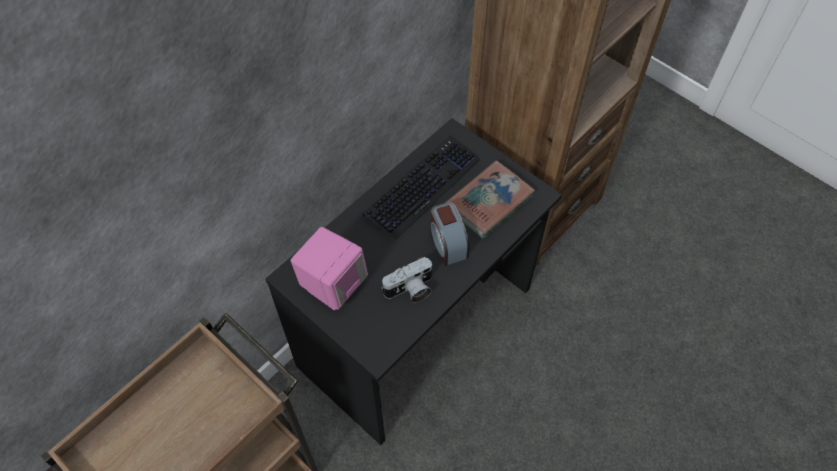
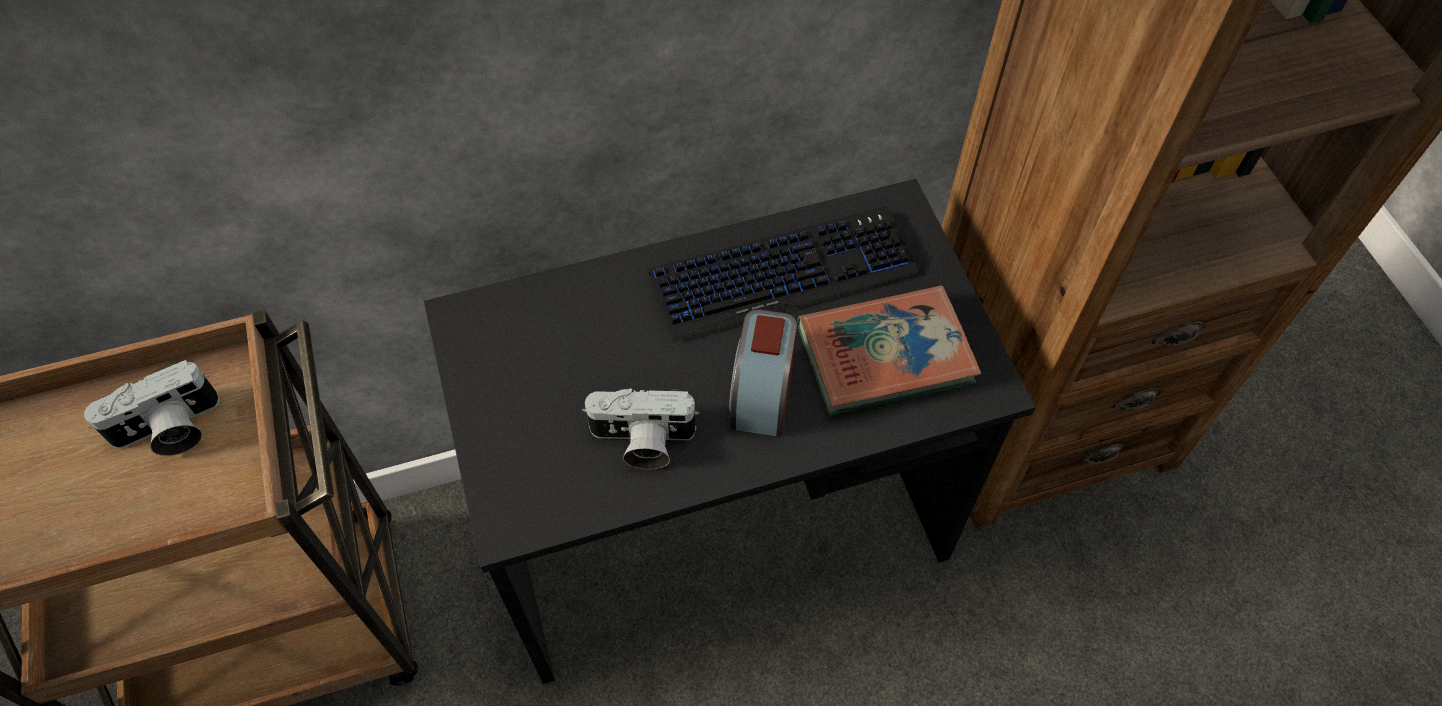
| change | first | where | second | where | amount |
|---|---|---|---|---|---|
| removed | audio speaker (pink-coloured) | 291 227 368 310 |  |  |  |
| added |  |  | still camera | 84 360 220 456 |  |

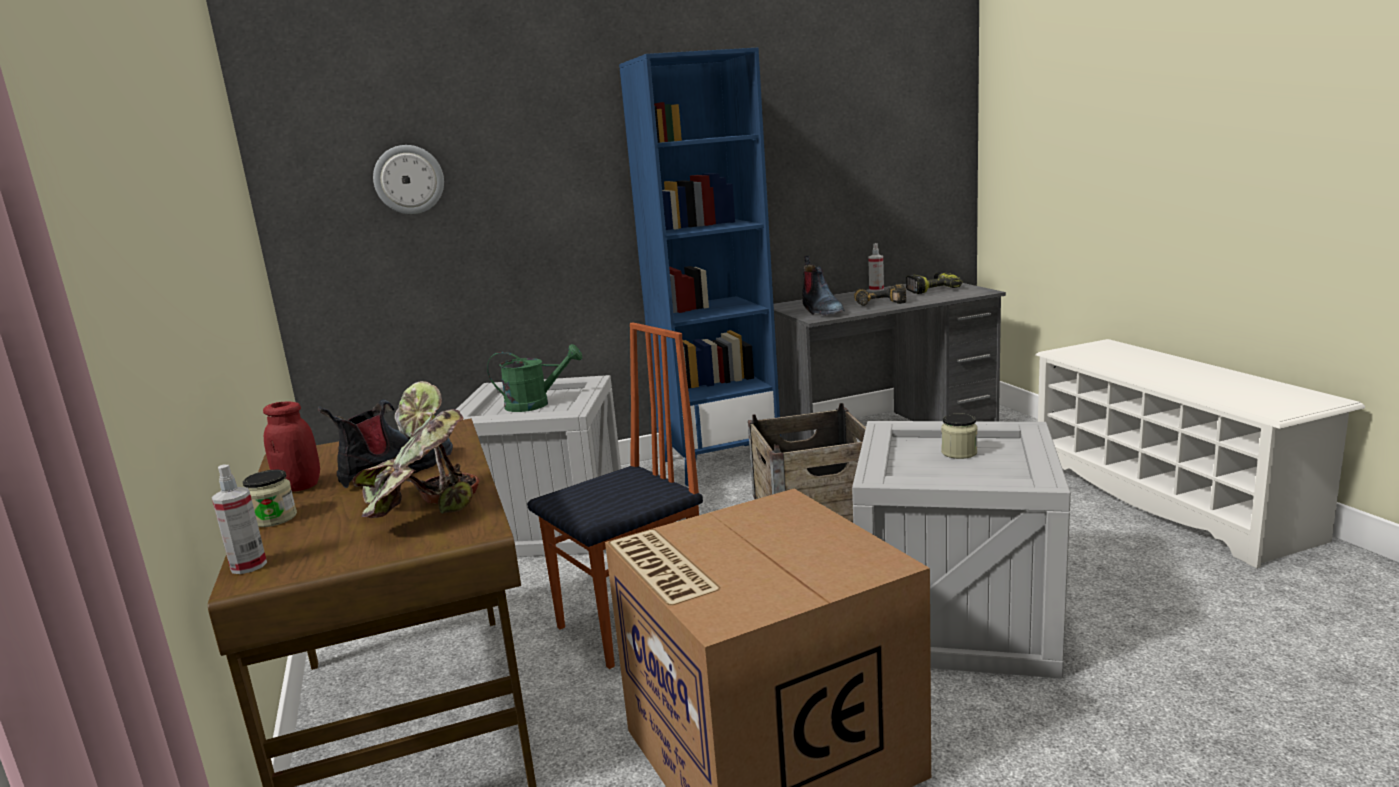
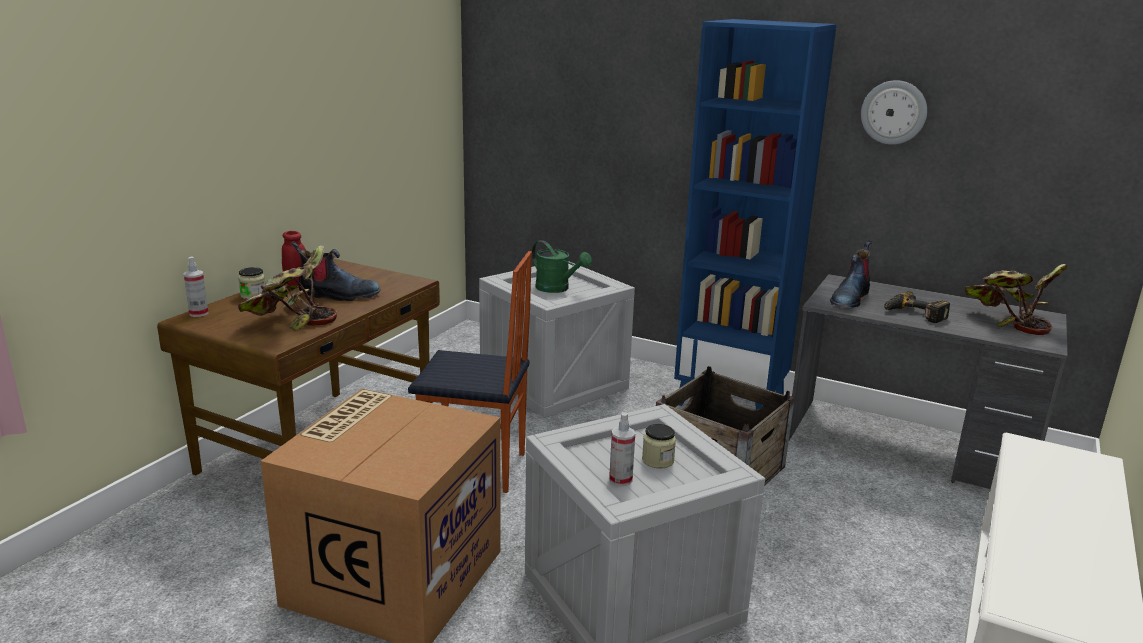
| change | first | where | second | where | amount |
|---|---|---|---|---|---|
| moved | wall clock | 373 145 444 214 |  | 861 80 927 145 |  |
| moved | hand sprayer | 868 243 884 292 |  | 609 412 635 486 |  |
| replaced | drill | 906 273 962 294 | houseplant | 965 264 1068 335 |  |

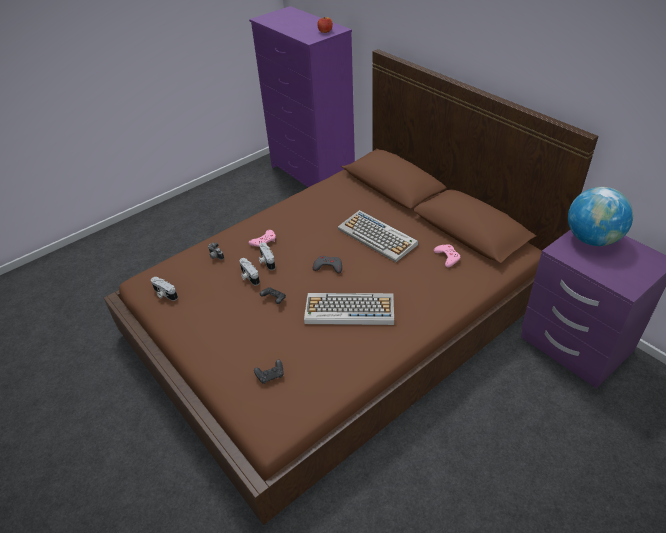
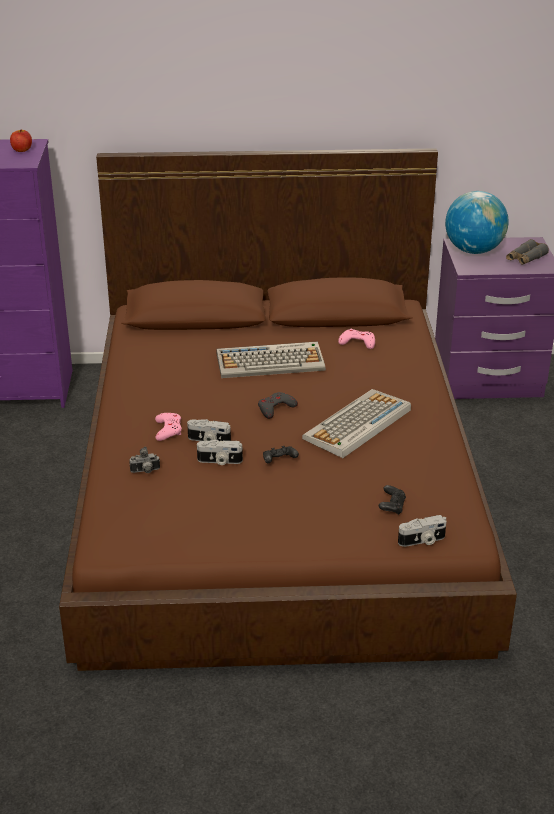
| change | first | where | second | where | amount |
|---|---|---|---|---|---|
| moved | still camera | 151 277 178 301 |  | 398 515 446 547 |  |
| added |  |  | pair of binoculars (grey) | 506 239 549 265 |  |

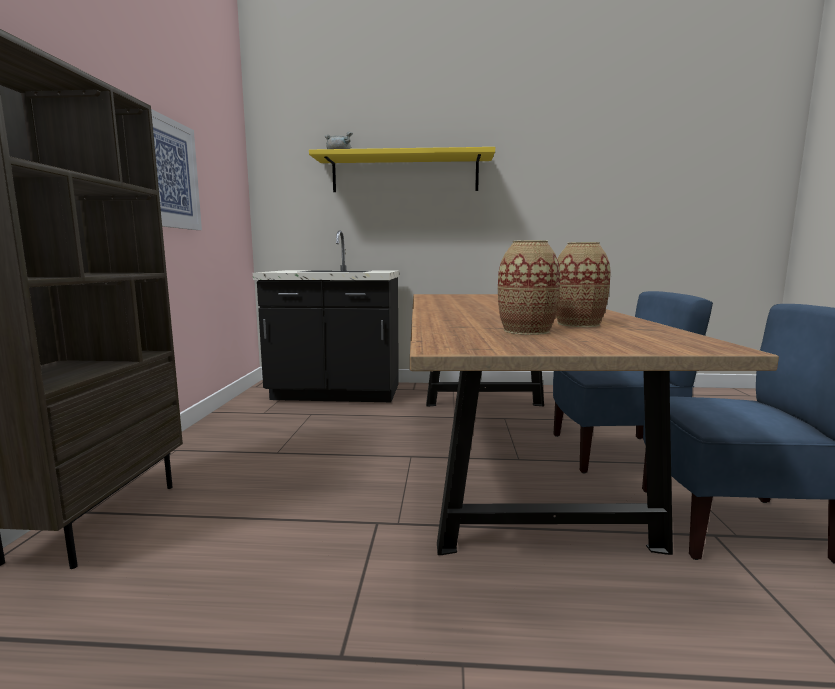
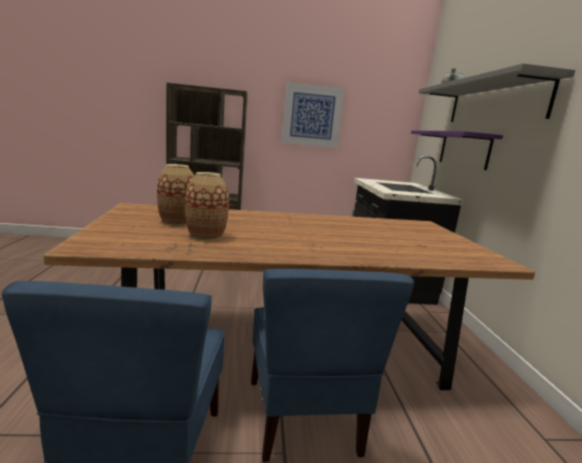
| change | first | where | second | where | amount |
|---|---|---|---|---|---|
| recoloured | bracket shelf (yellow) | 309 147 495 192 | bracket shelf (grey) | 419 63 576 122 |  |
| added |  |  | bracket shelf (purple) | 411 130 503 170 |  |

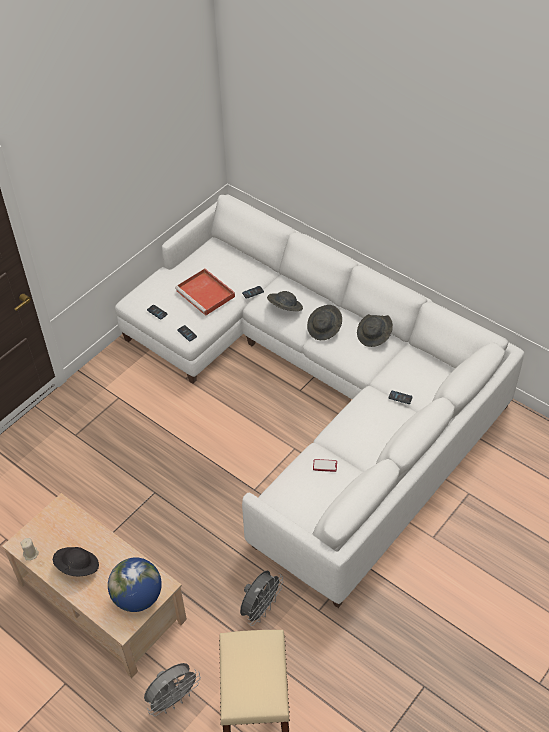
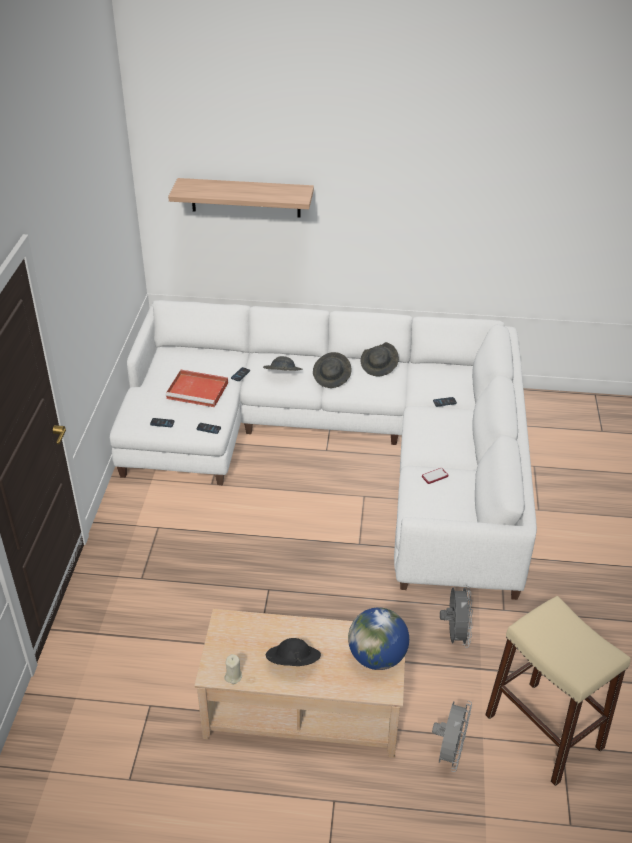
| change | first | where | second | where | amount |
|---|---|---|---|---|---|
| added |  |  | bracket shelf | 168 178 314 218 |  |

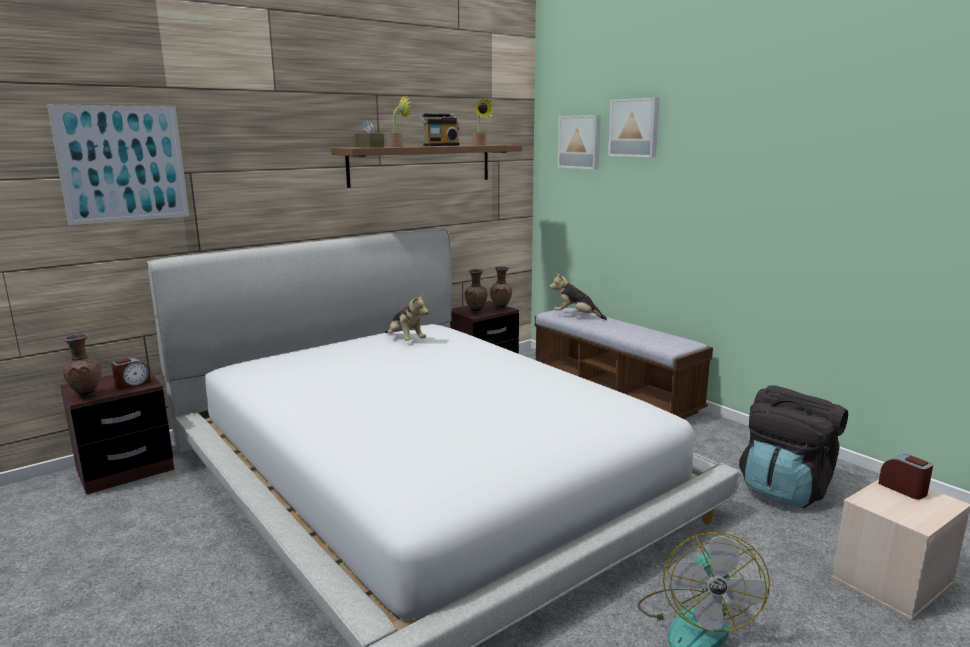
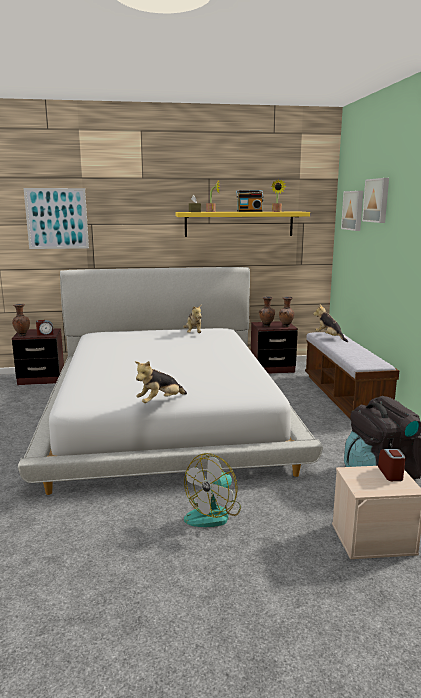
| change | first | where | second | where | amount |
|---|---|---|---|---|---|
| recoloured | bracket shelf (brown) | 331 145 522 188 | bracket shelf (yellow) | 175 212 310 237 |  |
| added |  |  | cuddly toy | 135 361 187 403 |  |

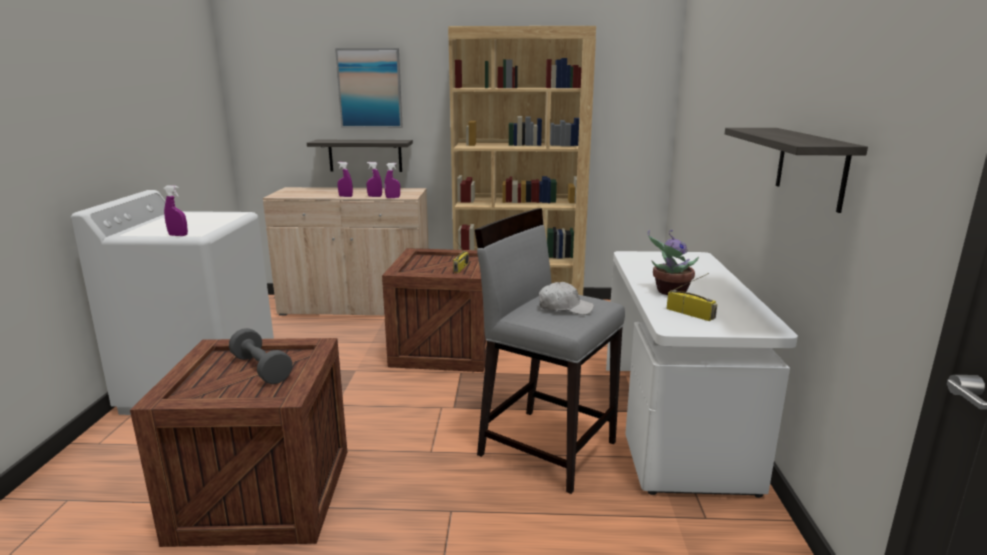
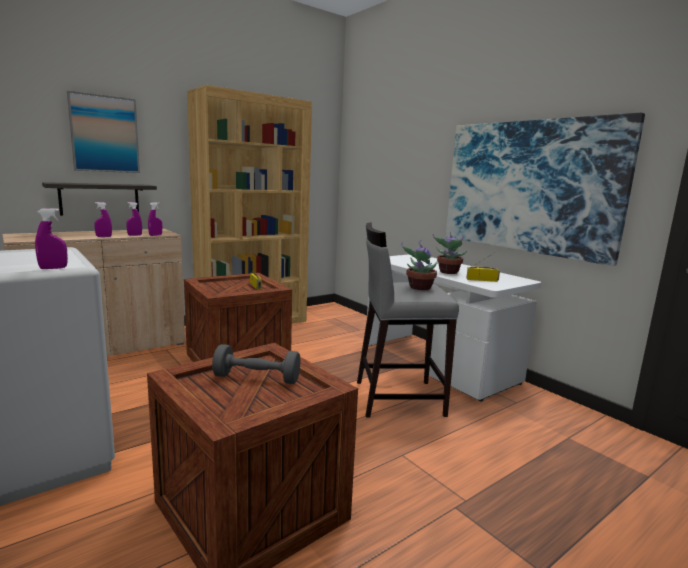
| change | first | where | second | where | amount |
|---|---|---|---|---|---|
| replaced | bracket shelf | 725 128 868 213 | picture | 446 112 645 266 |  |
| replaced | baseball cap (white-coloured) | 539 282 594 315 | houseplant | 401 240 438 290 |  |

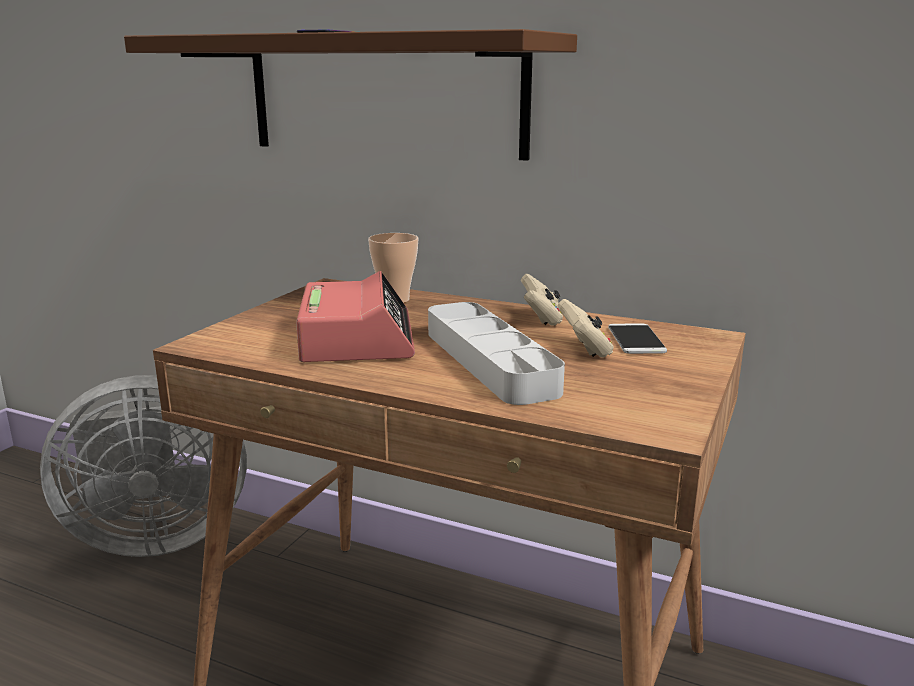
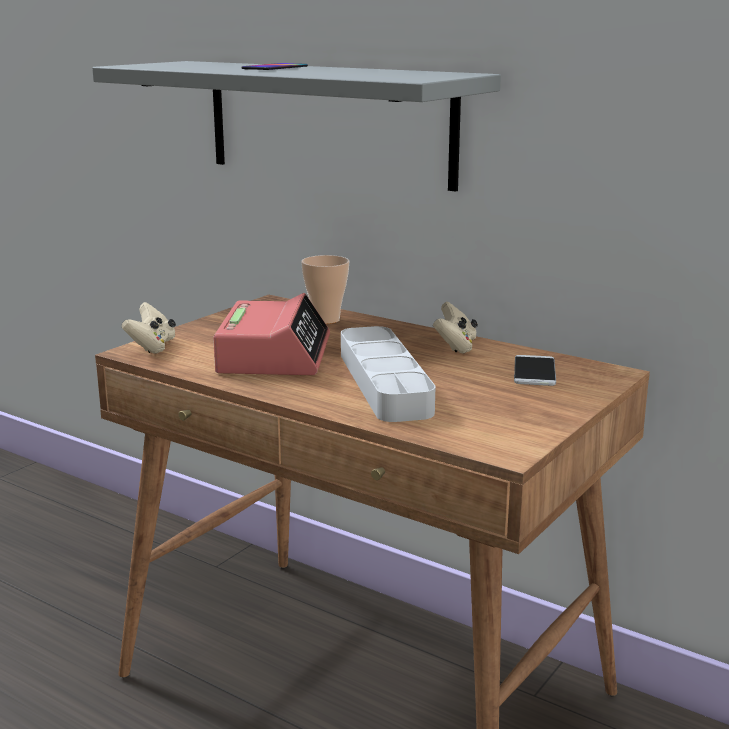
| change | first | where | second | where | amount |
|---|---|---|---|---|---|
| recoloured | bracket shelf (brown) | 124 29 577 161 | bracket shelf (grey) | 92 61 501 192 |  |
| moved | joypad (beige-coloured) | 557 299 614 357 |  | 121 302 176 354 |  |
| removed | fan (grey) | 40 375 247 557 |  |  |  |

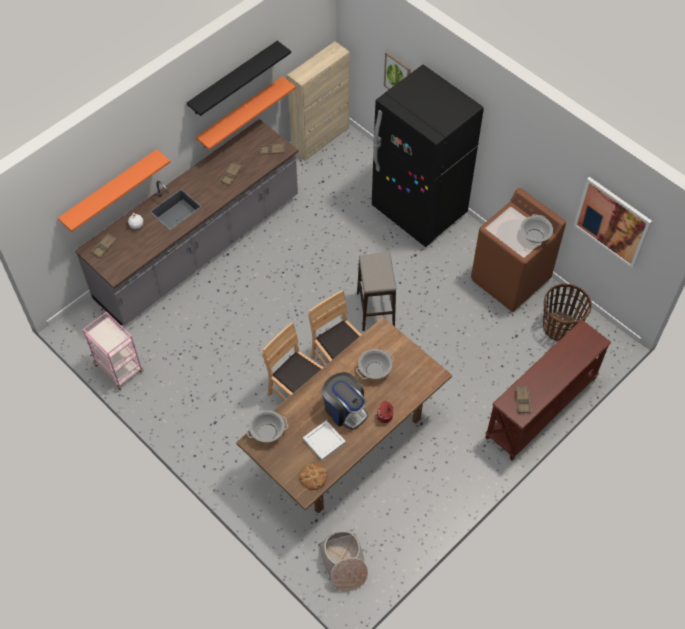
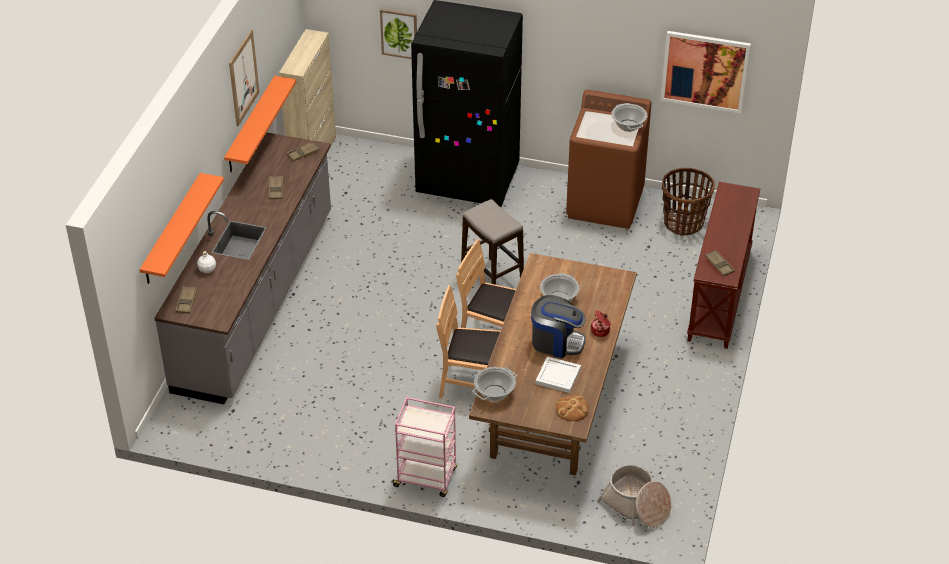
| change | first | where | second | where | amount |
|---|---|---|---|---|---|
| replaced | bracket shelf (blackish) | 187 41 291 116 | picture | 229 30 259 126 |  |
| moved | wheeled cart (pink-coloured) | 83 312 143 390 |  | 390 397 457 497 |  |

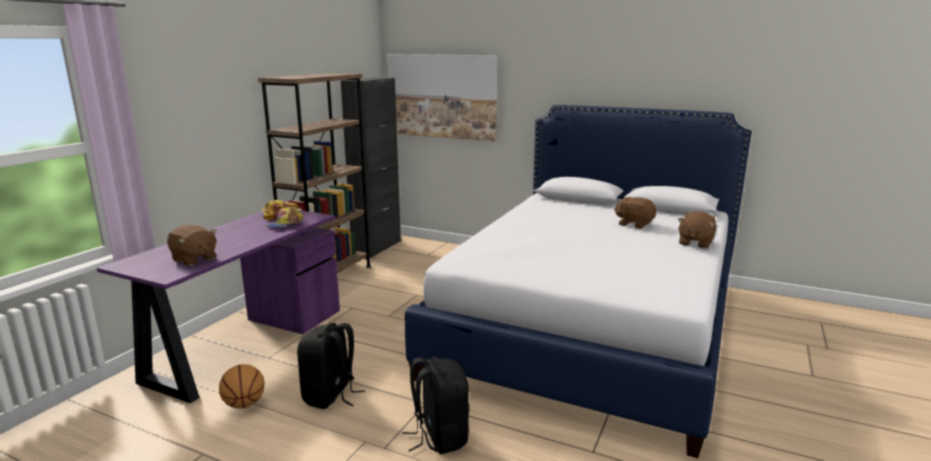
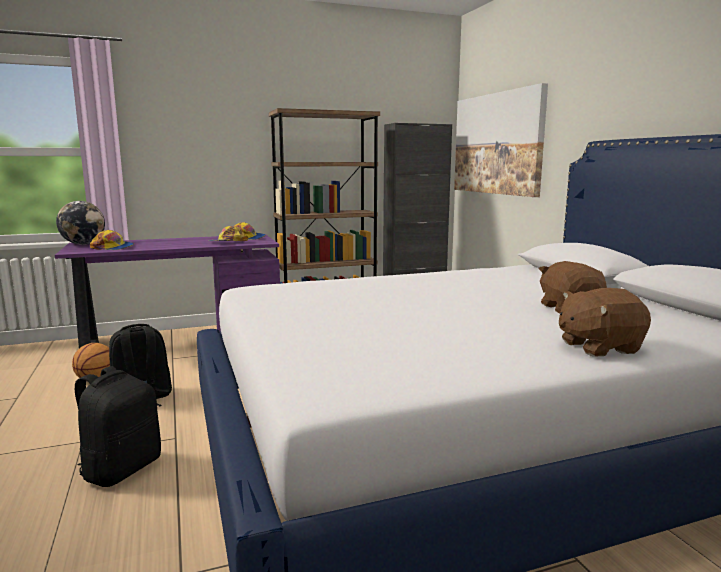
| change | first | where | second | where | amount |
|---|---|---|---|---|---|
| replaced | cuddly toy (brown) | 167 225 217 266 | baseball cap | 90 230 134 250 |  |
| added |  |  | world globe | 56 201 105 245 |  |

